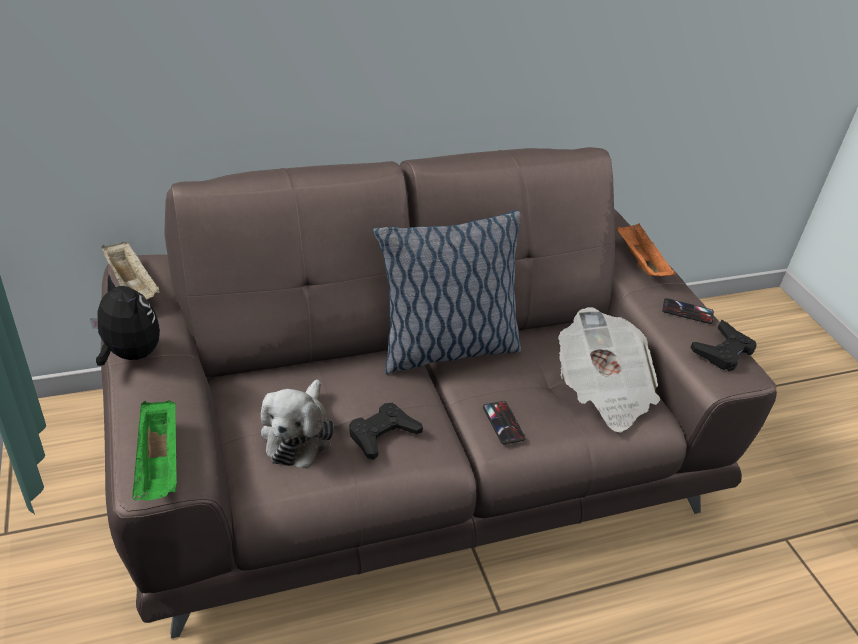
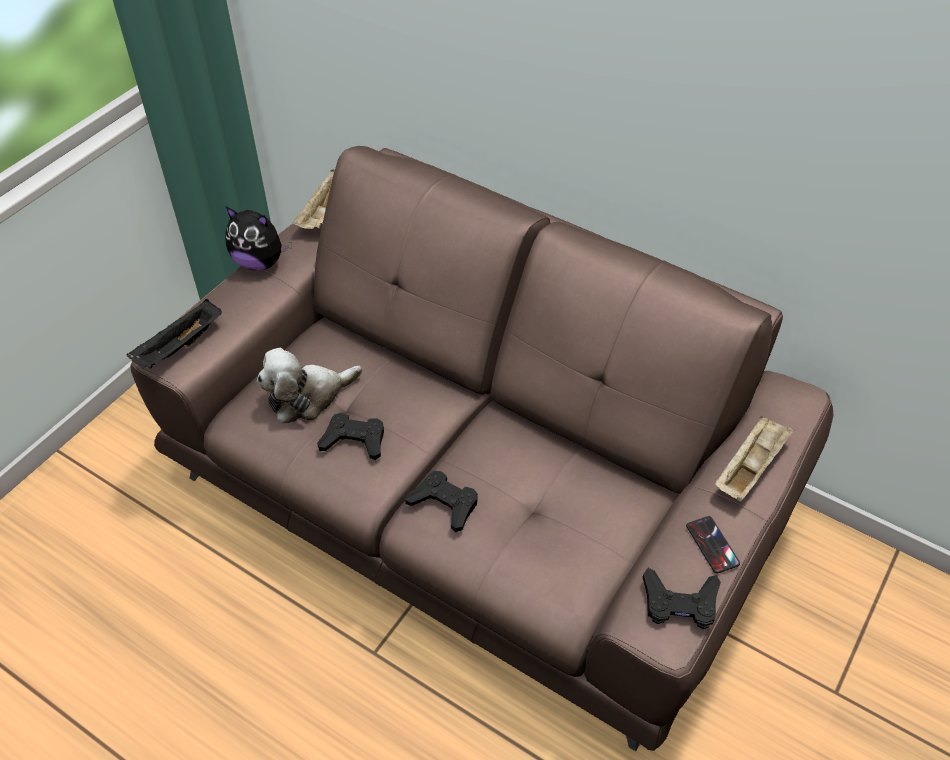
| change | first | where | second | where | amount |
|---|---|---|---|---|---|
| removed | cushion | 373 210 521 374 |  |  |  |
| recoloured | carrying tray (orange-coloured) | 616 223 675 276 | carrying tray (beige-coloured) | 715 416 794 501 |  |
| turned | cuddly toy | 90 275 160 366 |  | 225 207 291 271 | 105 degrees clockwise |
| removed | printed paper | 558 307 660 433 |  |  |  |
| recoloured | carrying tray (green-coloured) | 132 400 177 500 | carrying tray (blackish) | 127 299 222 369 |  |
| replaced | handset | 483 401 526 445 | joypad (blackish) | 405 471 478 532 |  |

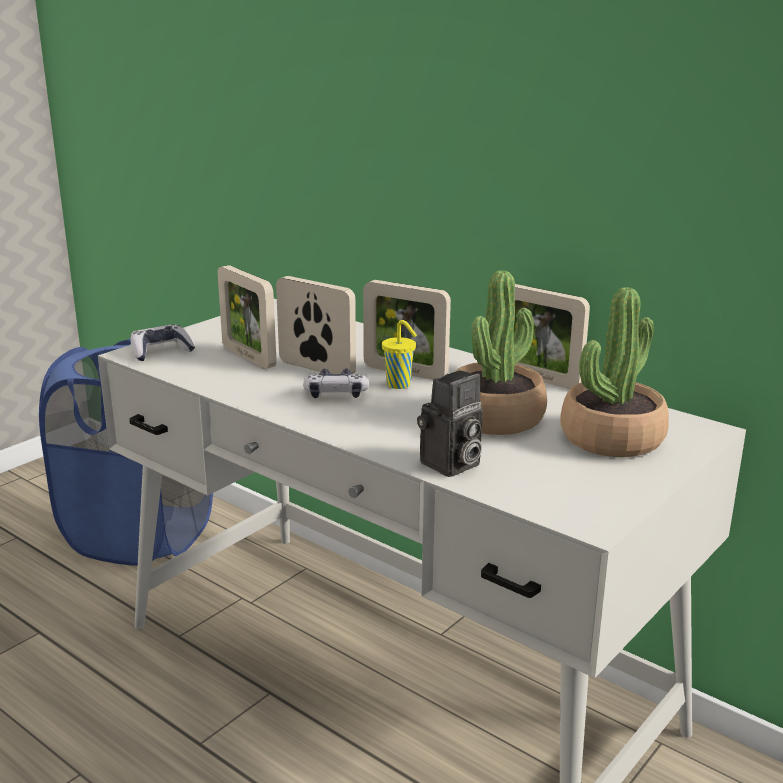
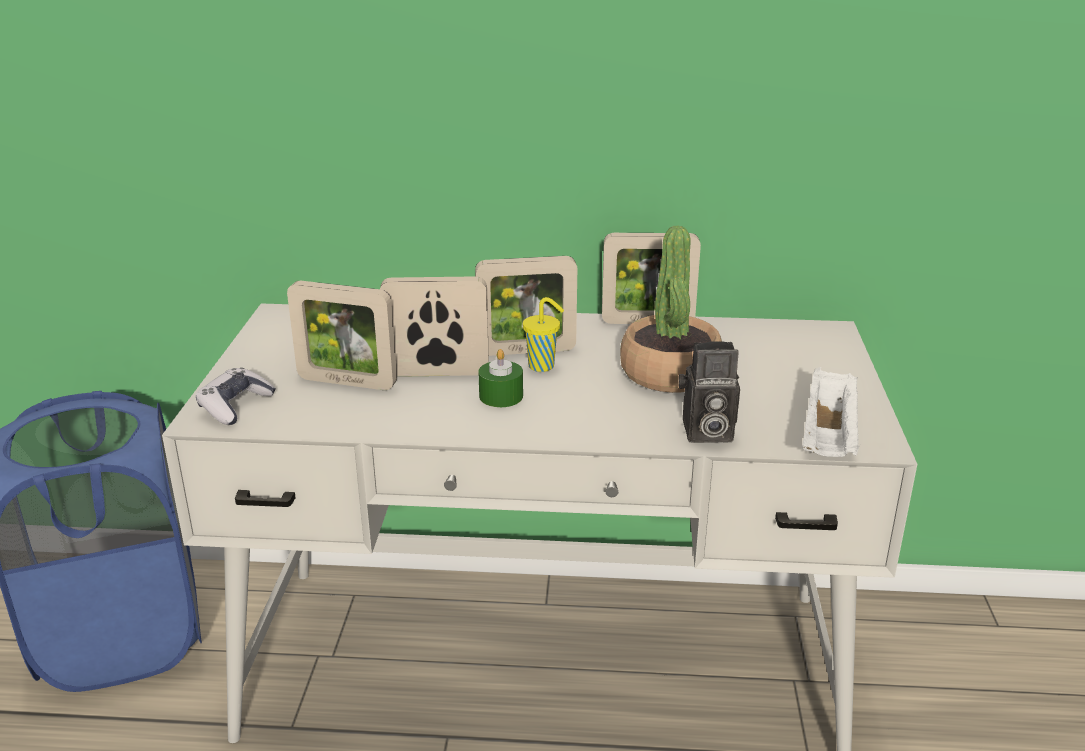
| change | first | where | second | where | amount |
|---|---|---|---|---|---|
| removed | houseplant | 560 287 669 457 |  |  |  |
| replaced | joypad | 303 369 369 398 | wax candle (green-coloured) | 478 349 523 407 |  |
| turned | still camera | 417 370 483 477 |  | 678 341 740 443 | 75 degrees clockwise |
| added |  |  | carrying tray (white-coloured) | 802 367 860 457 |  |

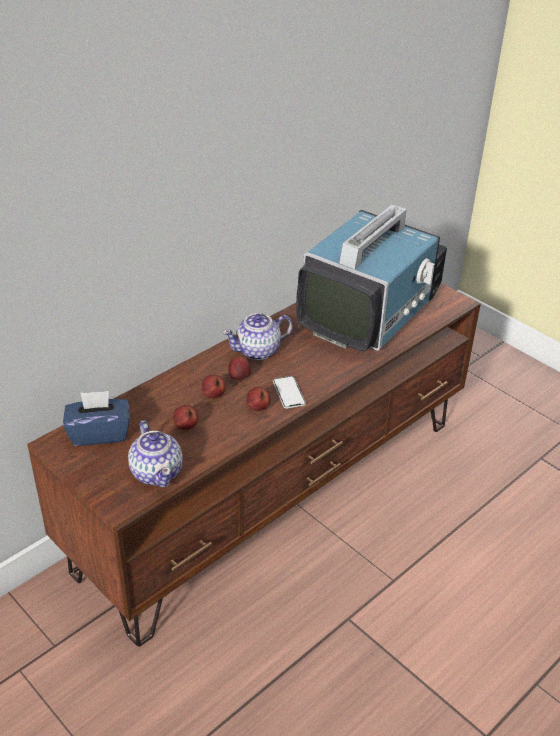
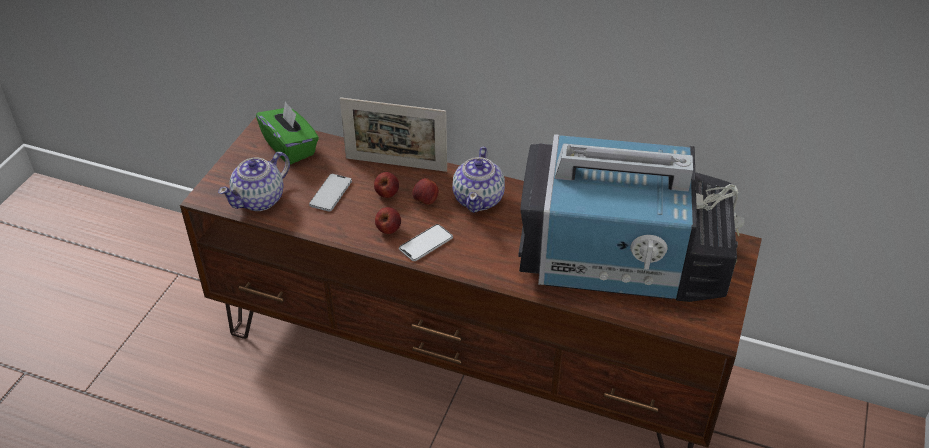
| change | first | where | second | where | amount |
|---|---|---|---|---|---|
| turned | teapot | 222 313 292 360 |  | 452 147 505 213 | 120 degrees counterclockwise |
| recoloured | tissue box (bluish) | 63 391 130 446 | tissue box (green-coloured) | 256 101 319 165 |  |
| replaced | whole apple | 173 405 199 430 | handset | 309 174 352 212 |  |
| added |  |  | photo frame | 340 97 447 172 |  |

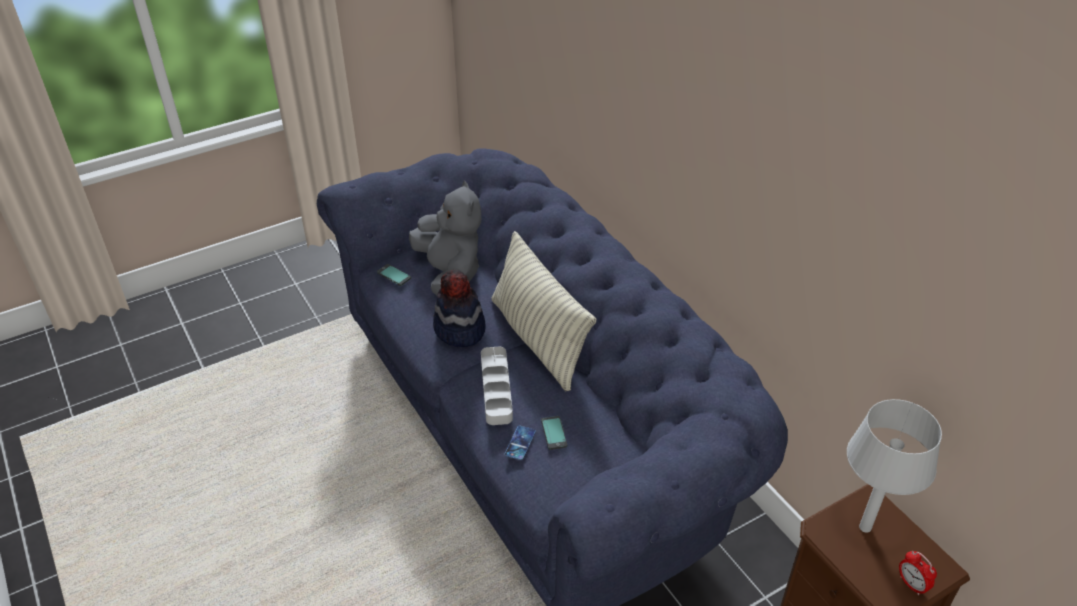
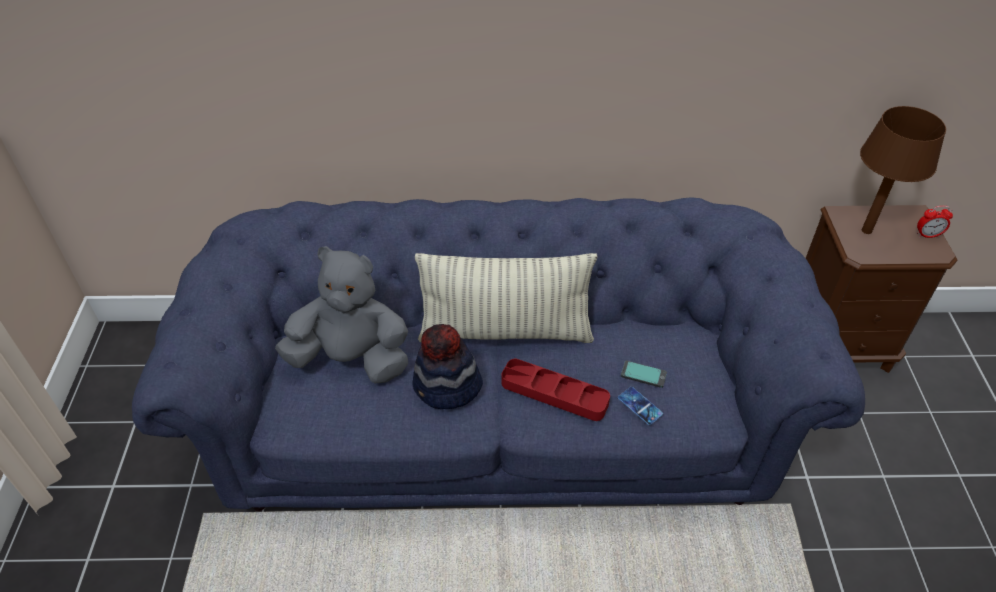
| change | first | where | second | where | amount |
|---|---|---|---|---|---|
| removed | handset | 377 264 411 286 |  |  |  |
| recoloured | carrying tray (grey) | 481 347 513 425 | carrying tray (red) | 502 359 610 421 |  |
| recoloured | tabletop lamp (grey) | 847 399 942 533 | tabletop lamp (brown) | 860 106 946 234 |  |

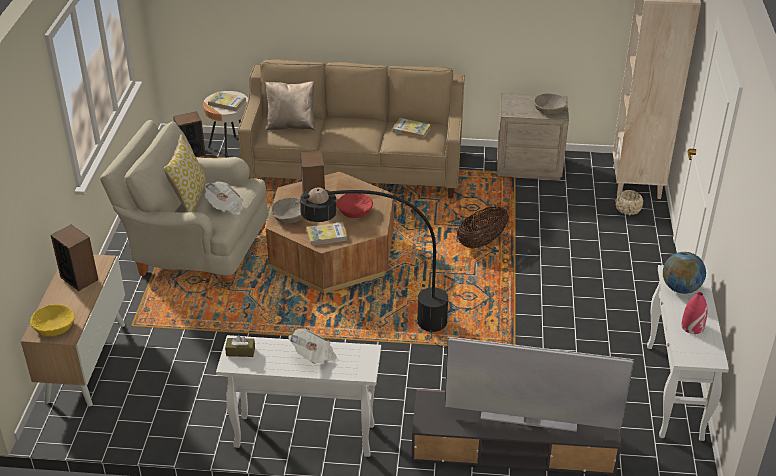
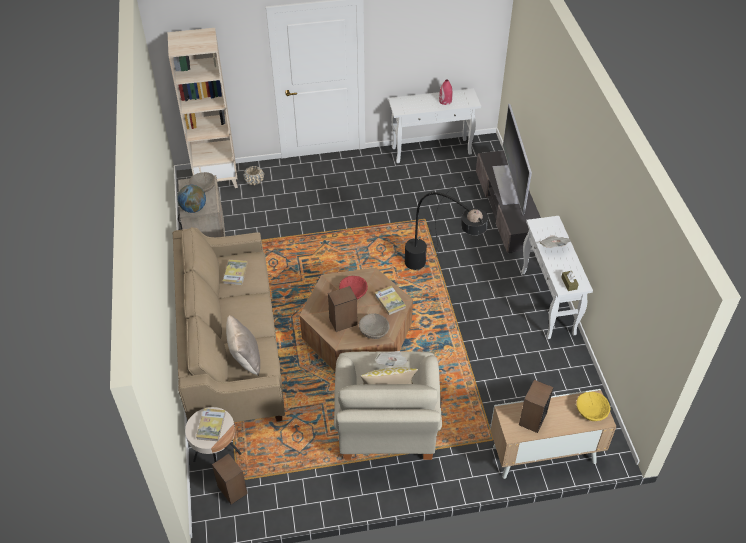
| change | first | where | second | where | amount |
|---|---|---|---|---|---|
| removed | basket | 457 207 509 248 |  |  |  |
| moved | world globe | 663 252 706 294 |  | 177 185 206 213 |  |

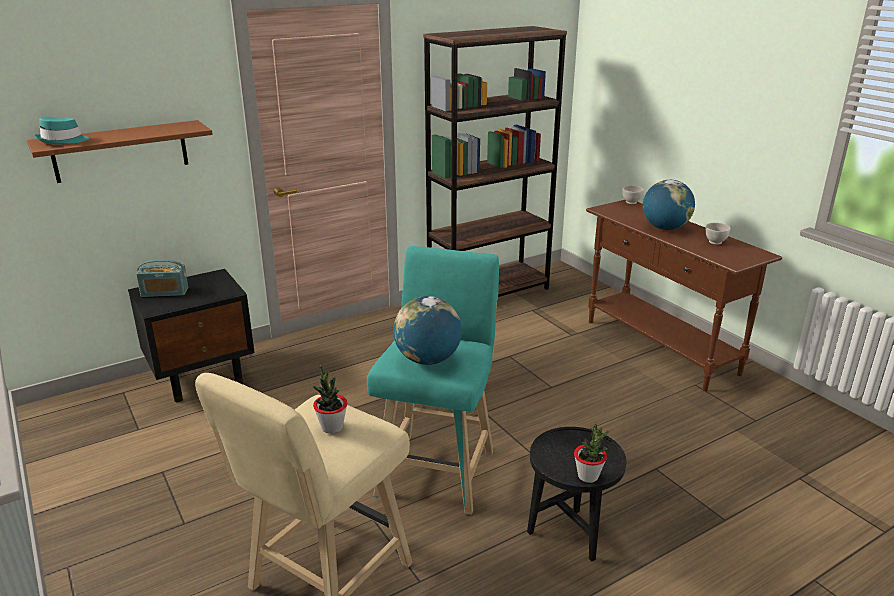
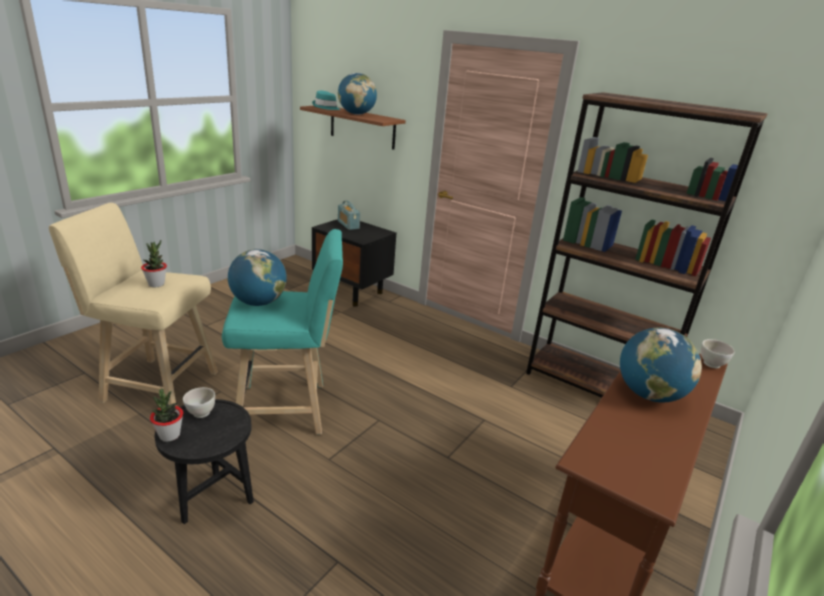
| change | first | where | second | where | amount |
|---|---|---|---|---|---|
| moved | deep dish (white-coloured) | 706 223 731 245 |  | 183 387 215 418 |  |
| added |  |  | world globe | 338 73 377 115 |  |

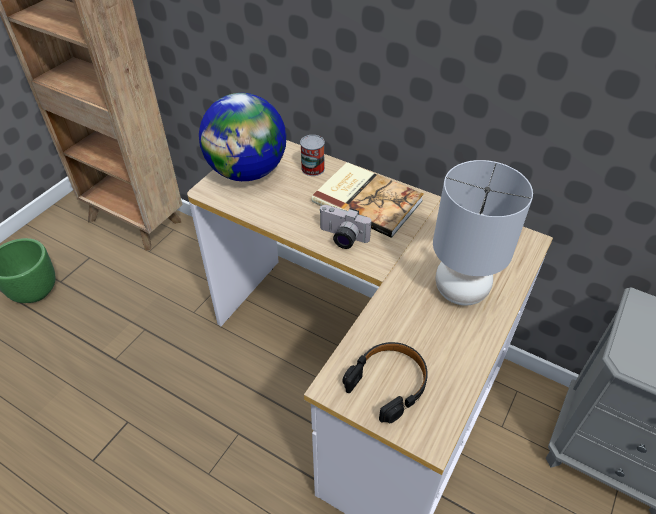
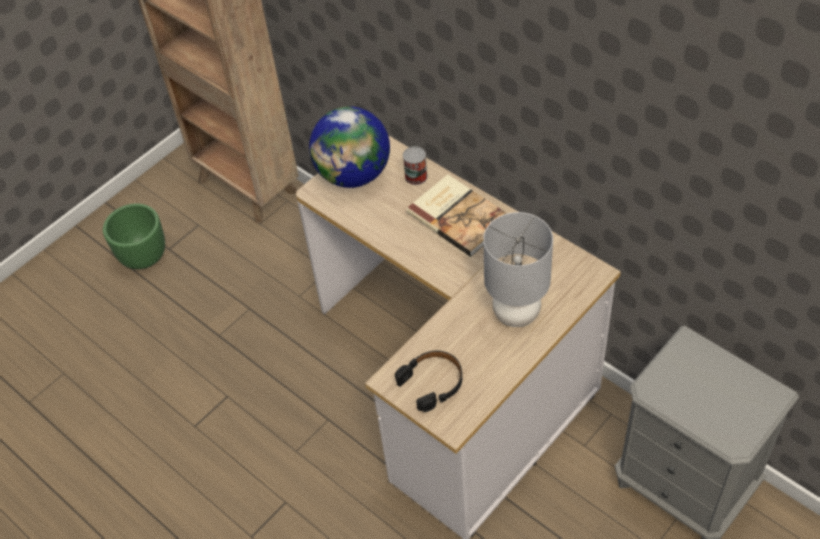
| change | first | where | second | where | amount |
|---|---|---|---|---|---|
| removed | still camera | 319 205 371 249 |  |  |  |

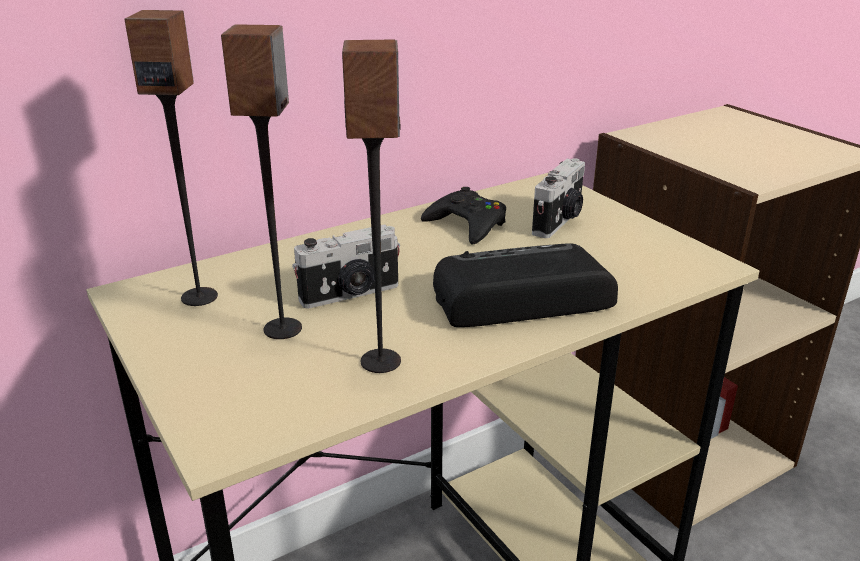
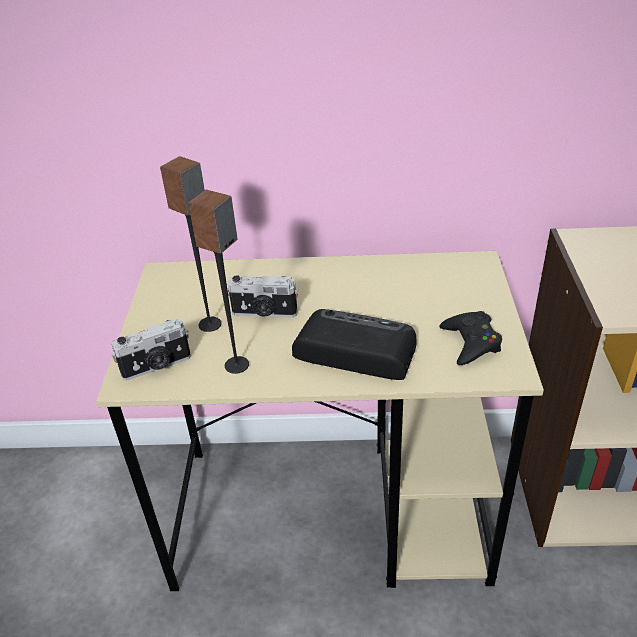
| change | first | where | second | where | amount |
|---|---|---|---|---|---|
| removed | audio speaker | 124 10 218 306 |  |  |  |
| moved | still camera | 532 158 585 238 |  | 112 318 191 381 |  |
| moved | joypad (blackish) | 421 187 506 245 |  | 440 311 502 365 |  |

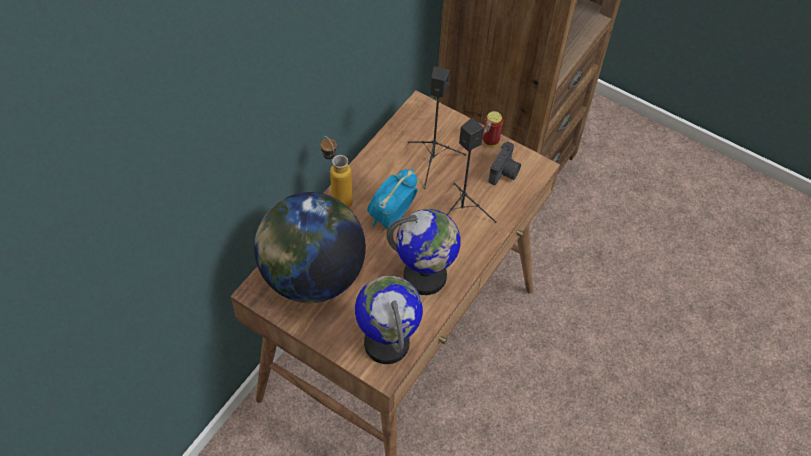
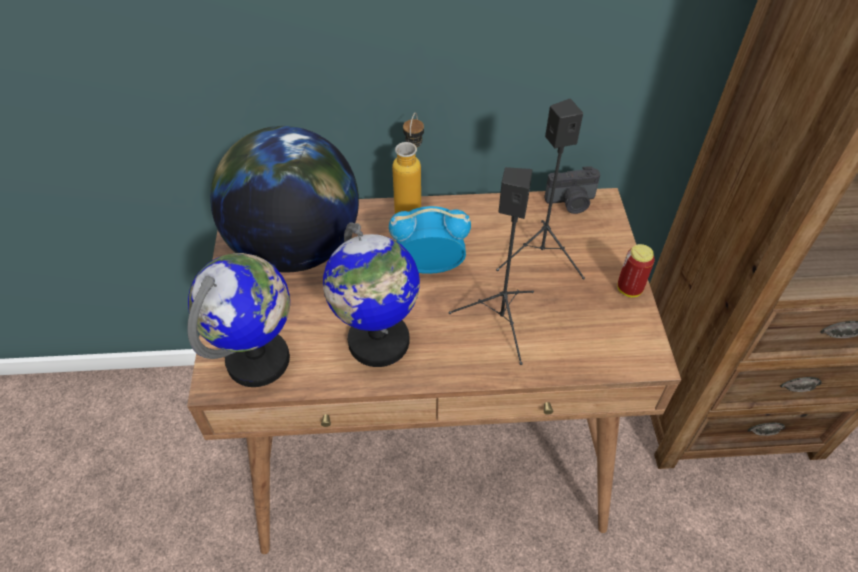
| change | first | where | second | where | amount |
|---|---|---|---|---|---|
| moved | still camera | 488 142 521 185 |  | 544 166 600 214 |  |

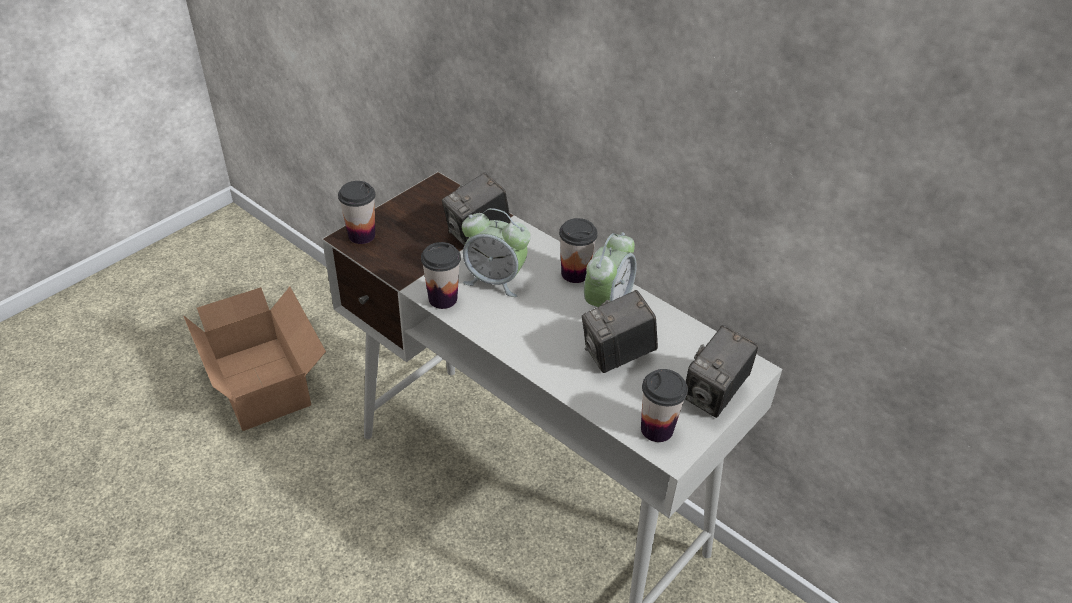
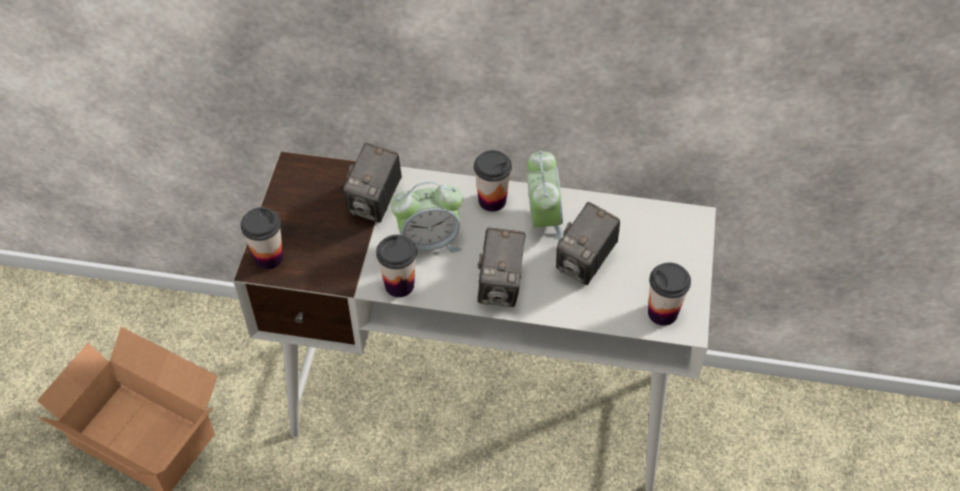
| change | first | where | second | where | amount |
|---|---|---|---|---|---|
| moved | still camera | 685 325 758 418 |  | 477 227 526 307 |  |

